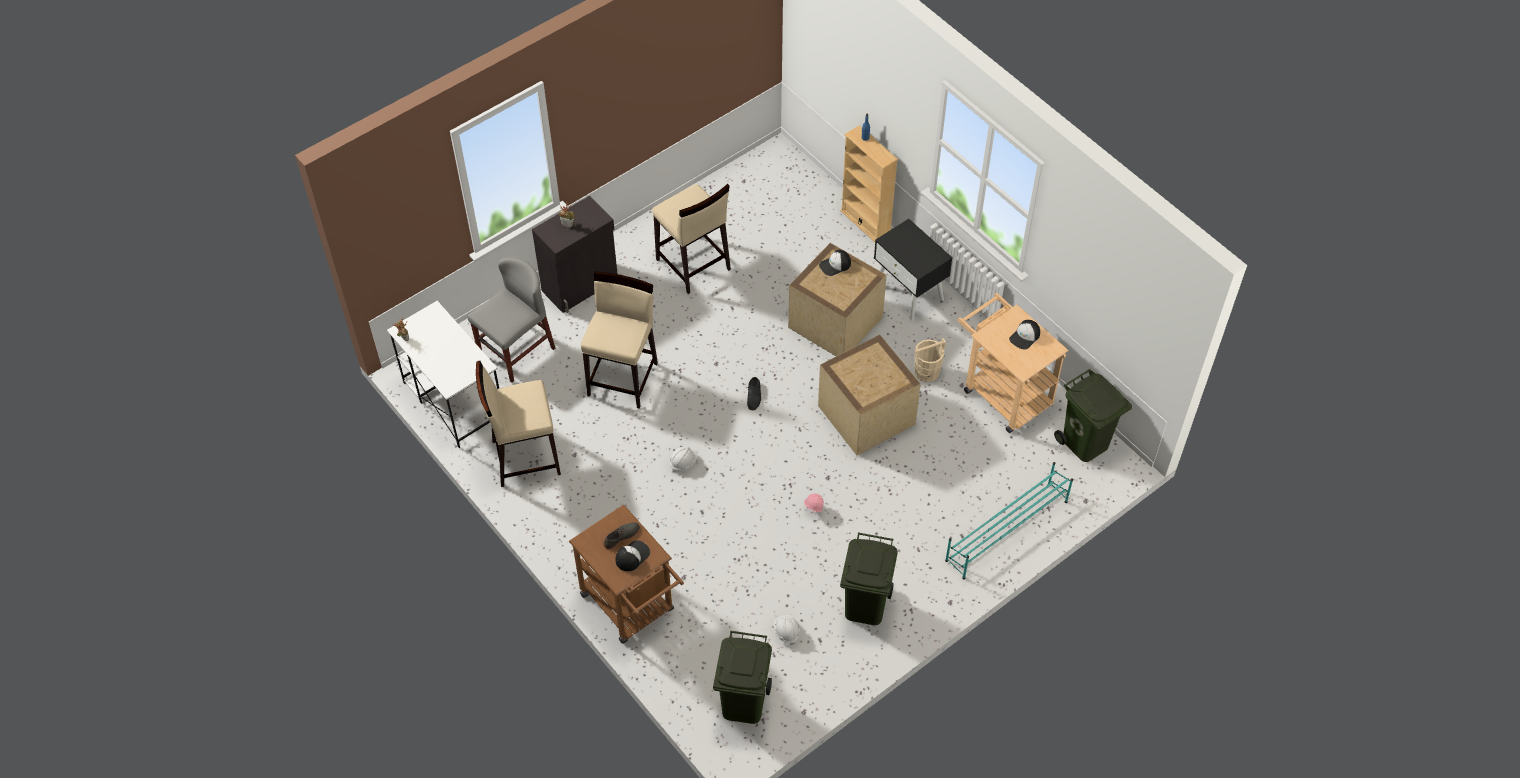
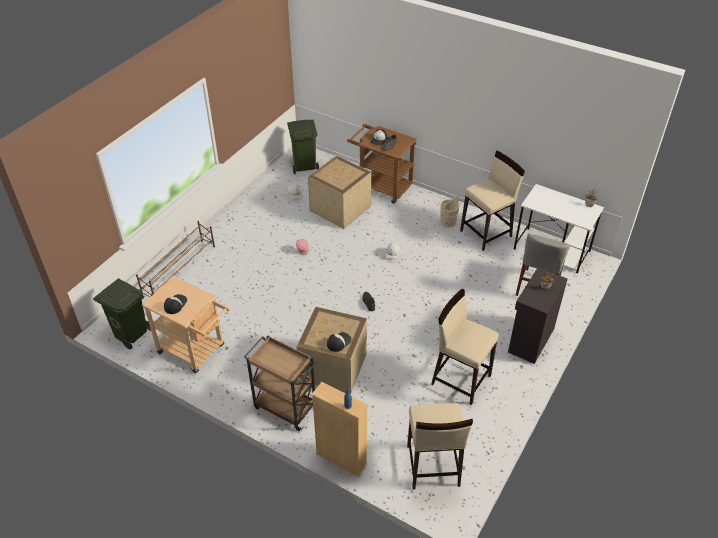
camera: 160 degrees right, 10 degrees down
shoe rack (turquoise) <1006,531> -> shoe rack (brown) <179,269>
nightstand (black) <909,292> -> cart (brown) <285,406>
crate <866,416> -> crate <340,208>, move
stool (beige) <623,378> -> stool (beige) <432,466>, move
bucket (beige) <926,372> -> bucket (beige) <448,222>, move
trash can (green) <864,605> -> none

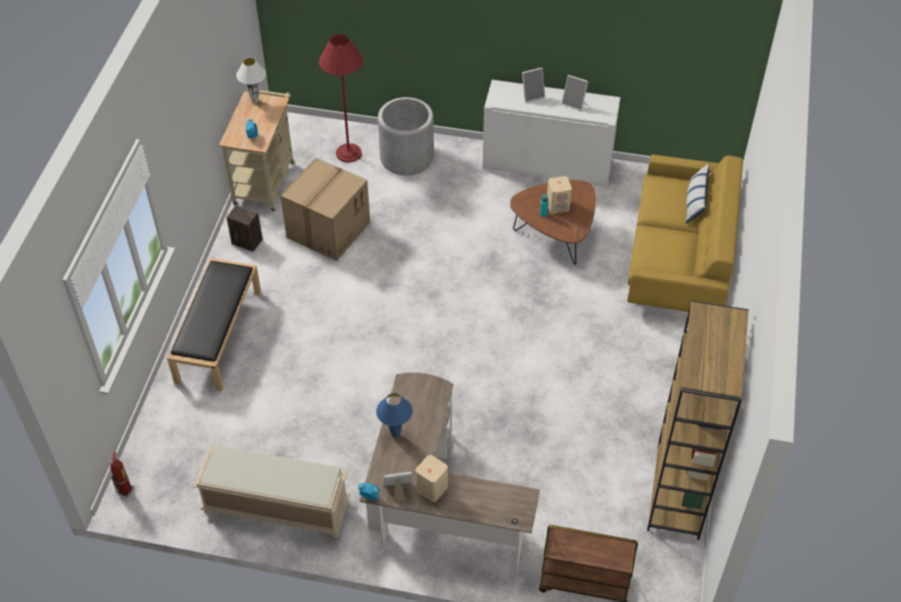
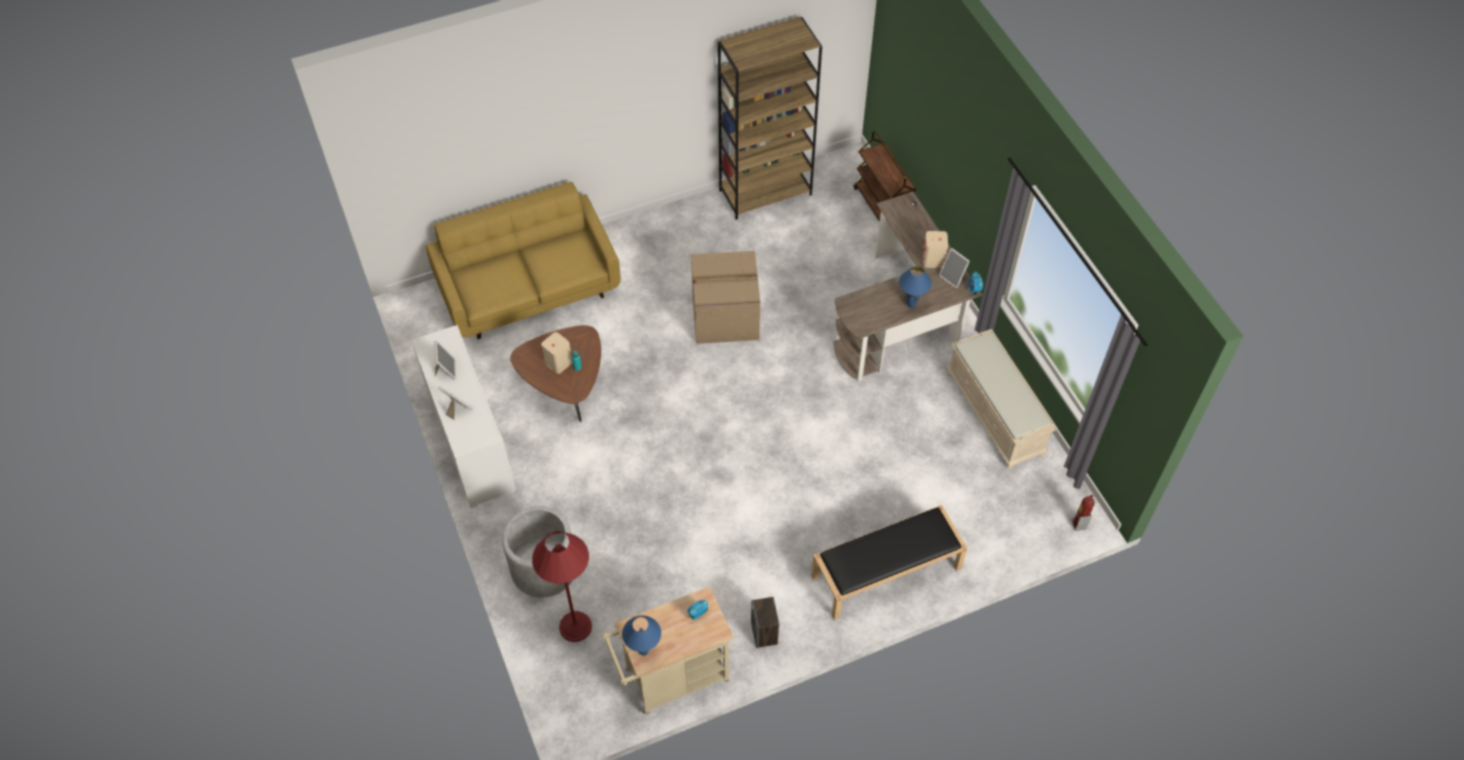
camera: 125 degrees left, 5 degrees up
table lamp (white) <255,101> -> table lamp (blue) <644,652>
cardboard box <328,229> -> cardboard box <724,317>, move
pillow <695,202> -> none

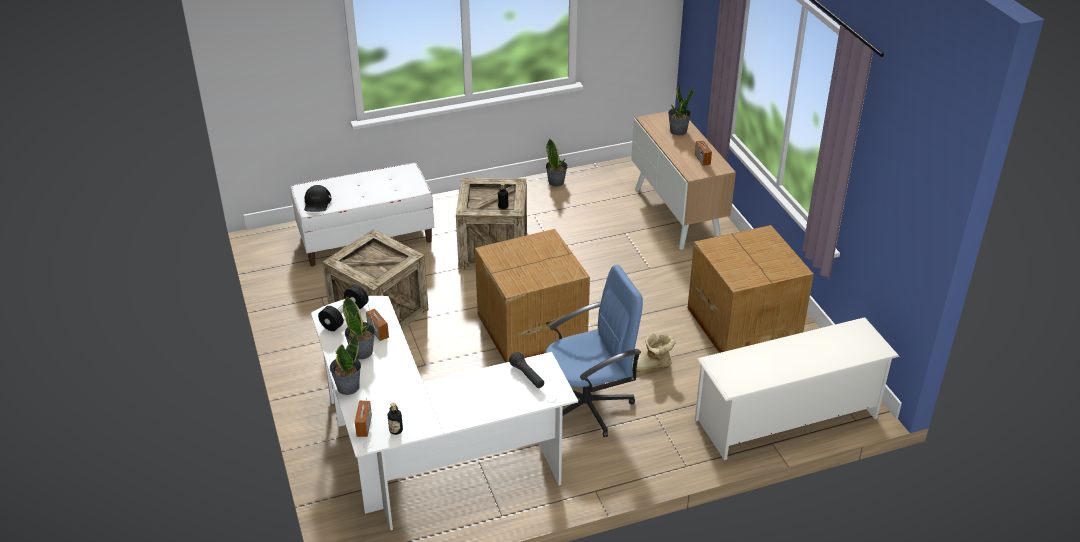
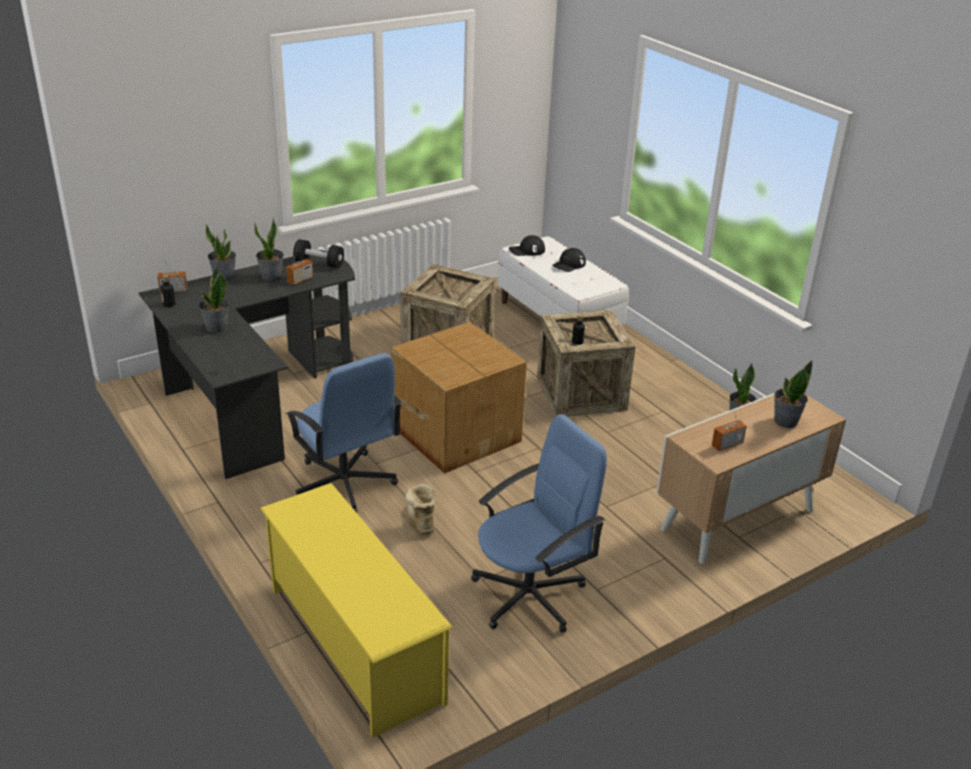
camera: 75 degrees right, 5 degrees down
desk (white) <422,459> -> desk (black) <253,397>
none -> potted plant <216,327>
shoe rack (white) <787,418> -> shoe rack (yellow) <353,643>
cardboard box <744,323> -> office chair (blue) <530,595>
none -> cap (black) <569,264>
flashlight (black) <527,376> -> none

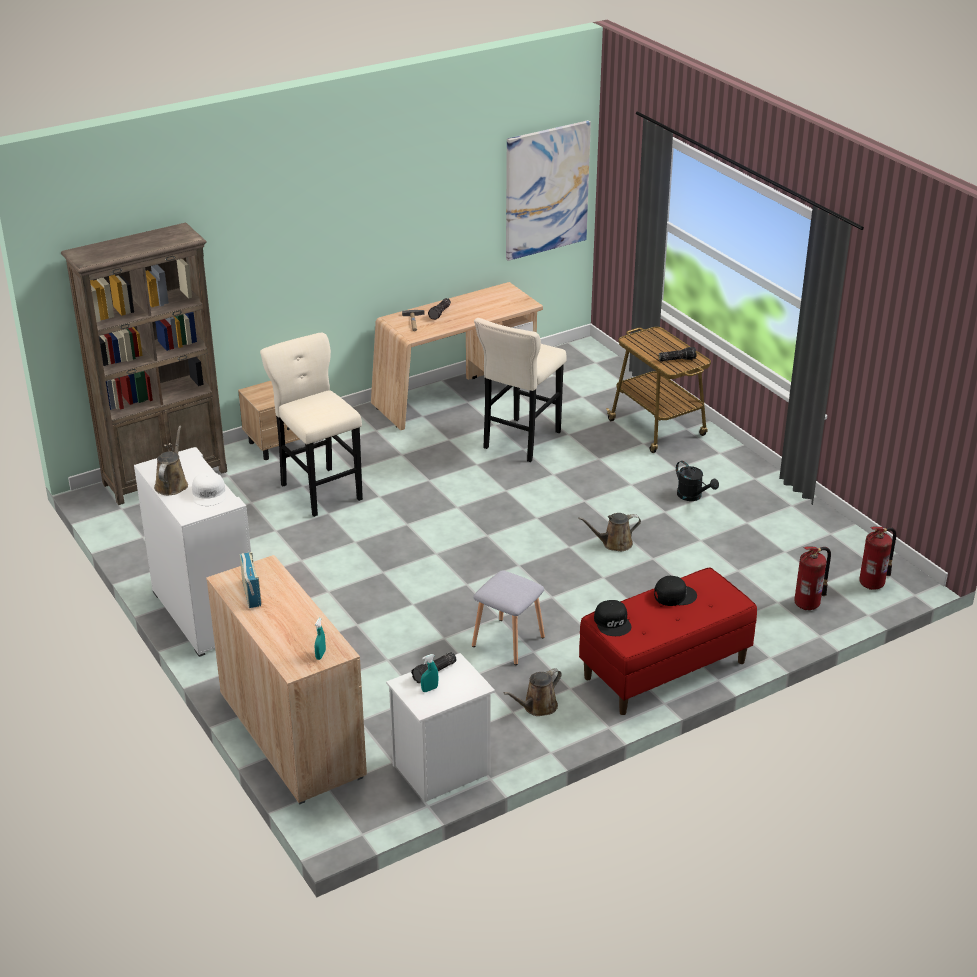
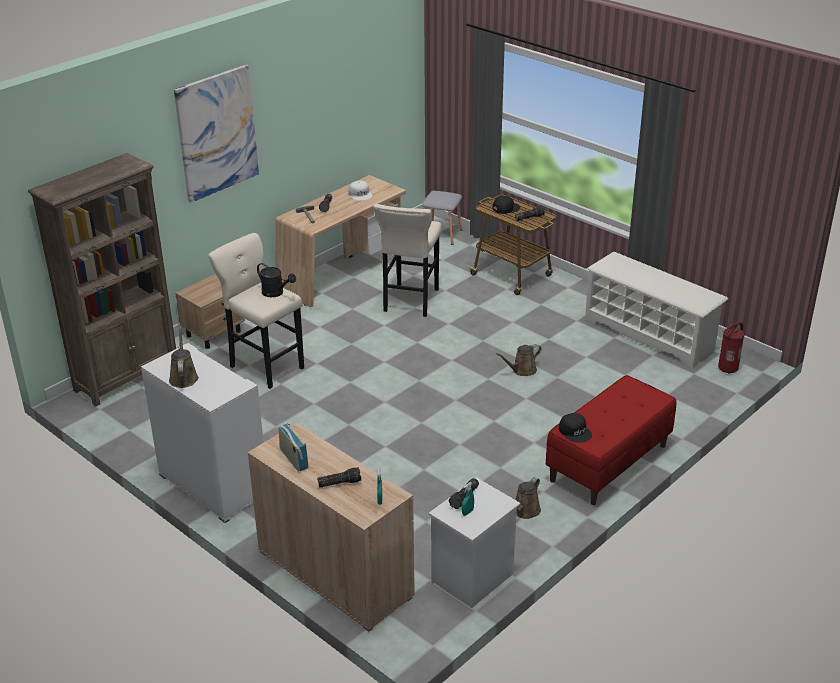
camera: 15 degrees left, 0 degrees up
picture <546,190> -> picture <217,133>, move
watering can (black) <693,496> -> watering can (black) <276,293>, move
none -> flashlight <339,482>
cap (white) <209,494> -> cap (white) <360,194>, move
stool (grey) <509,641> -> stool (grey) <442,235>, move
cap (black) <674,595> -> cap (black) <505,208>, move
none -> shoe rack (white) <649,334>
fire extinguisher <808,604> -> none

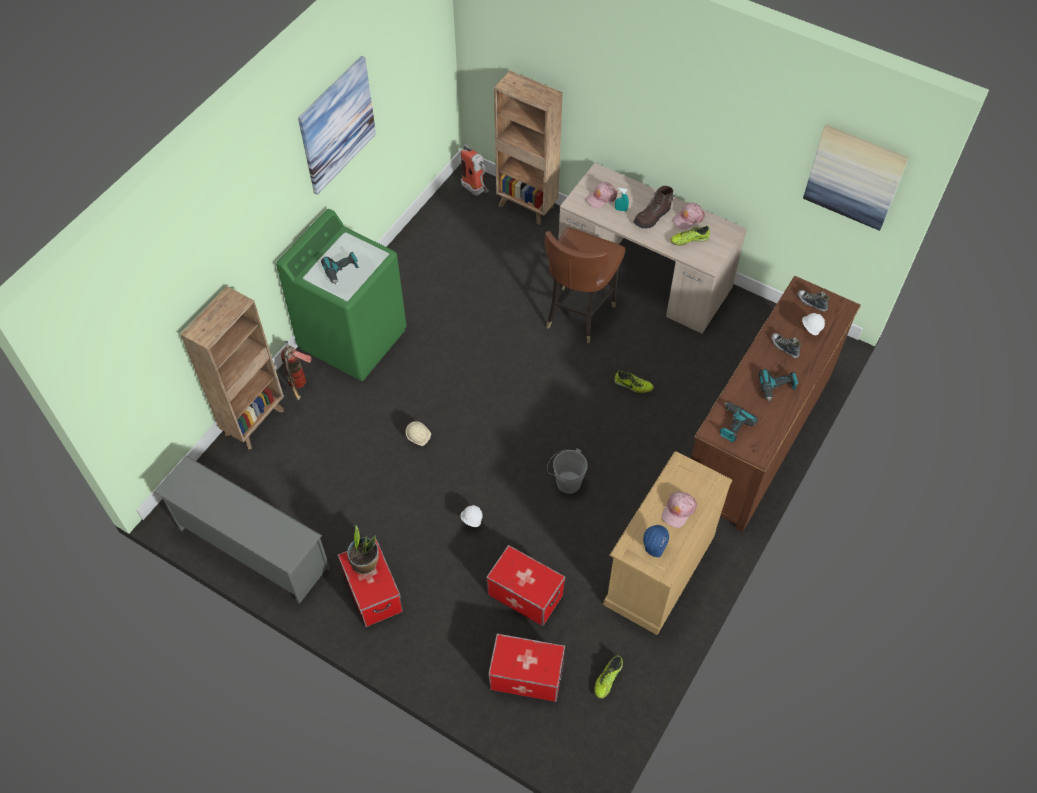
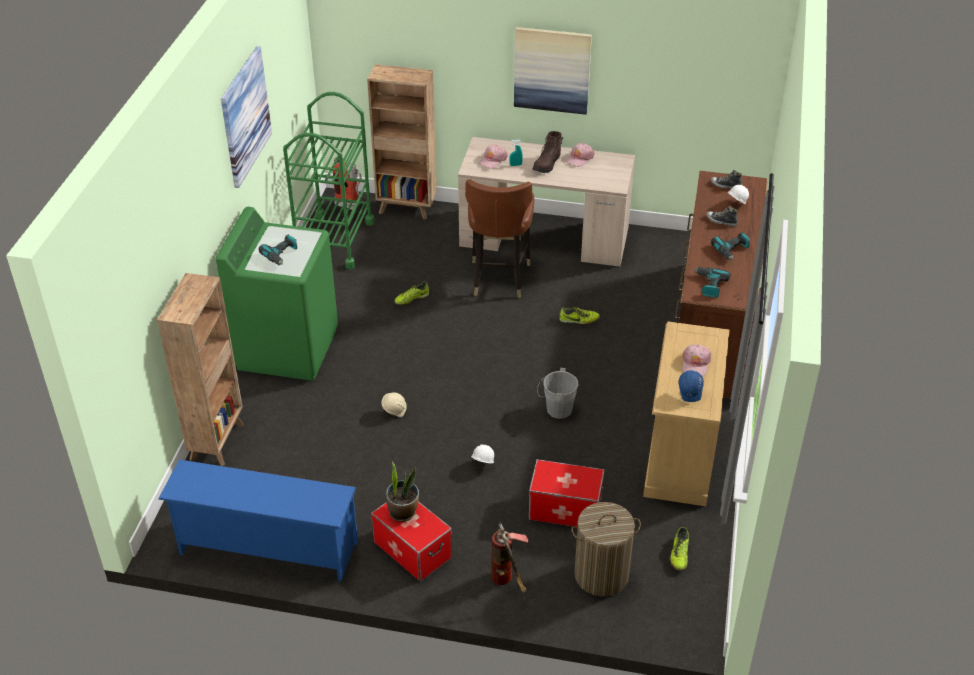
camera: 20 degrees left, 15 degrees down
shoe rack (grey) <251,549> -> shoe rack (blue) <266,549>
none -> cart (green) <334,241>
shoe <689,240> -> shoe <411,299>, move
fire extinguisher <300,387> -> fire extinguisher <508,581>, move
picture <854,176> -> picture <552,70>, move
storage box <526,676> -> laundry basket <601,575>

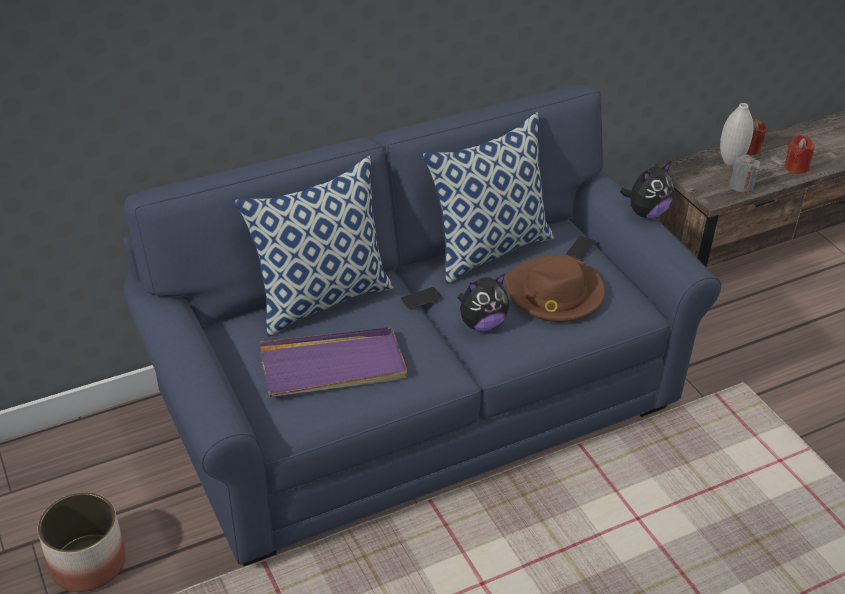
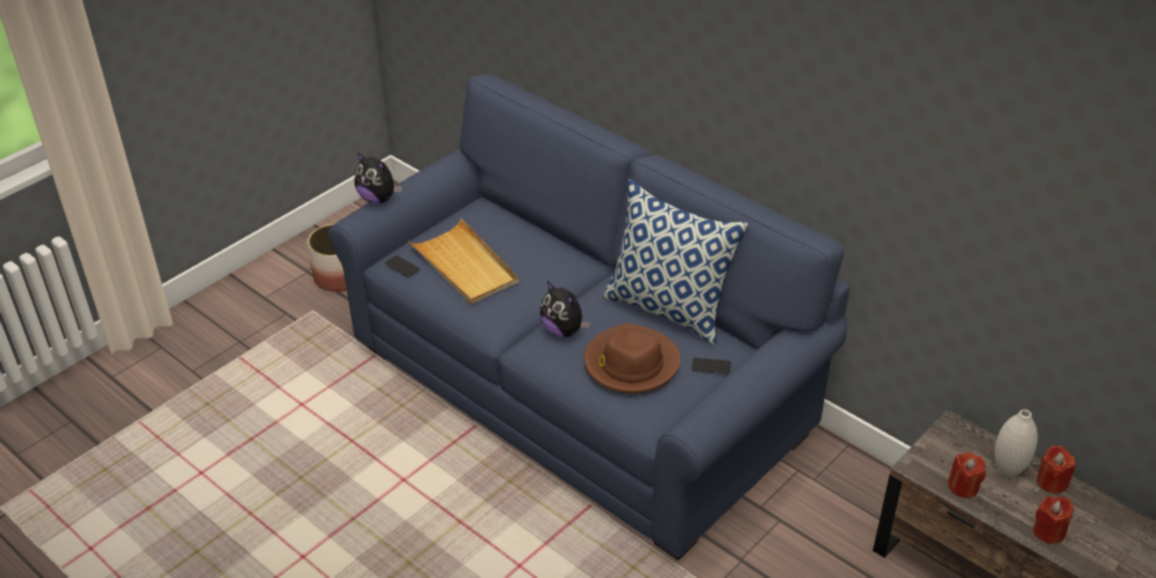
camera: 70 degrees right, 0 degrees up
plush toy <646,213> -> plush toy <378,199>, move
phone <421,299> -> phone <402,267>, move
tray (purple) <333,366> -> tray (beige) <465,266>
candle (grey) <741,186> -> candle (red) <963,487>
pillow <321,298> -> none

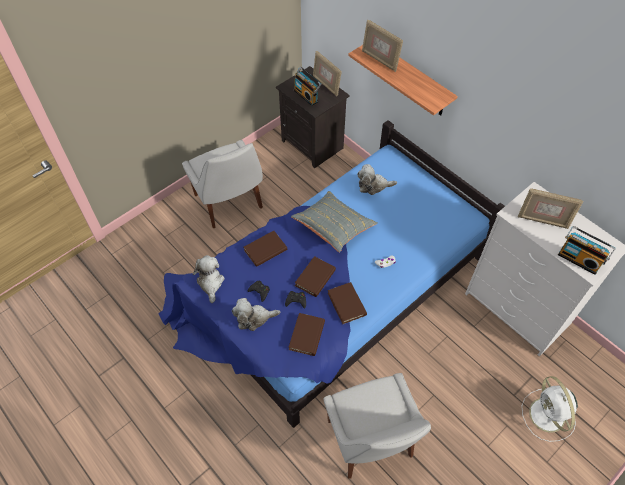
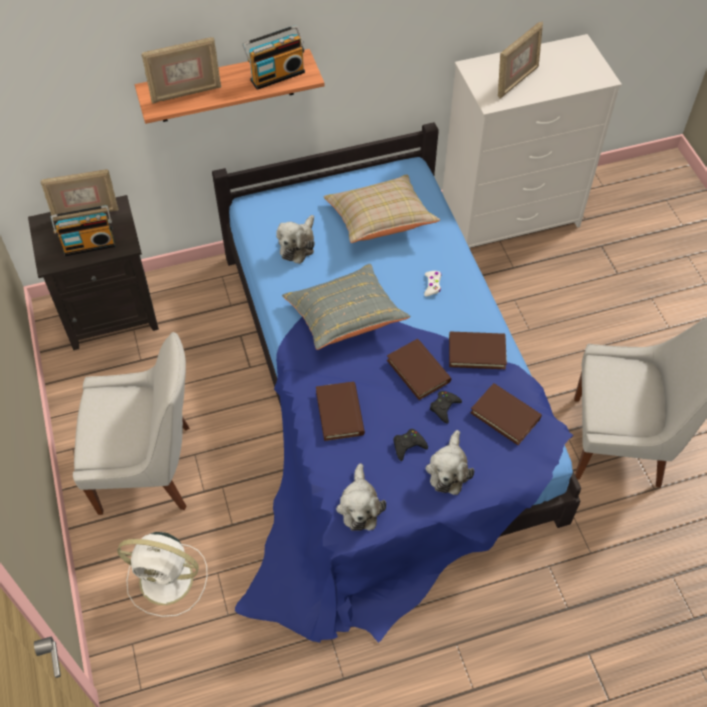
camera: 65 degrees left, 0 degrees up
fan (white) <547,416> -> fan (white) <169,579>, move
radio <579,259> -> radio <276,75>, move
none -> pillow (beige) <380,221>
plush toy <210,282> -> plush toy <359,505>, 105 degrees counterclockwise

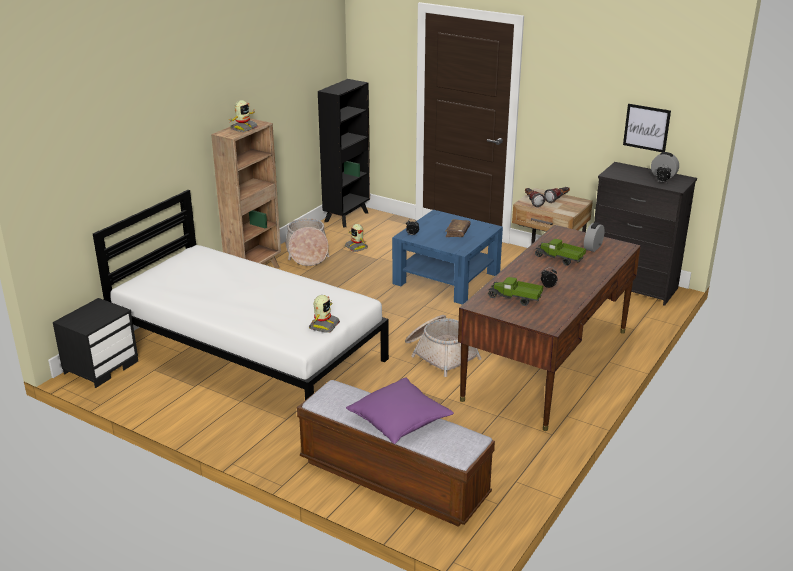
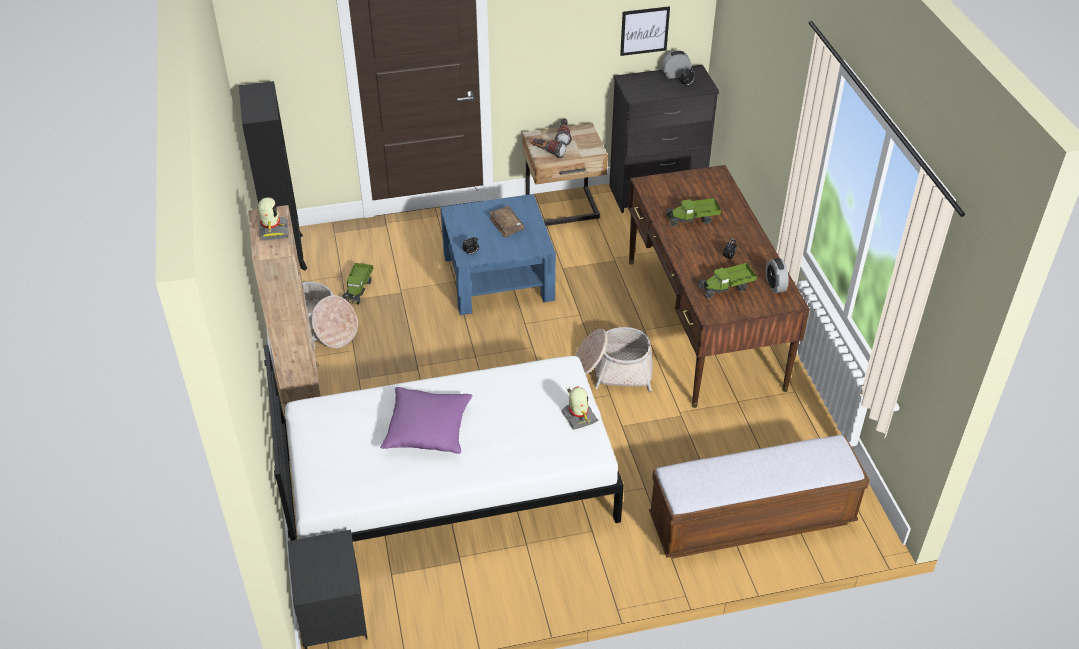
camera: 45 degrees left, 15 degrees up
toy robot <357,247> -> toy truck <358,289>
pillow (purple) <399,421> -> pillow (purple) <428,430>, move
alarm clock <593,247> -> alarm clock <775,285>, move

